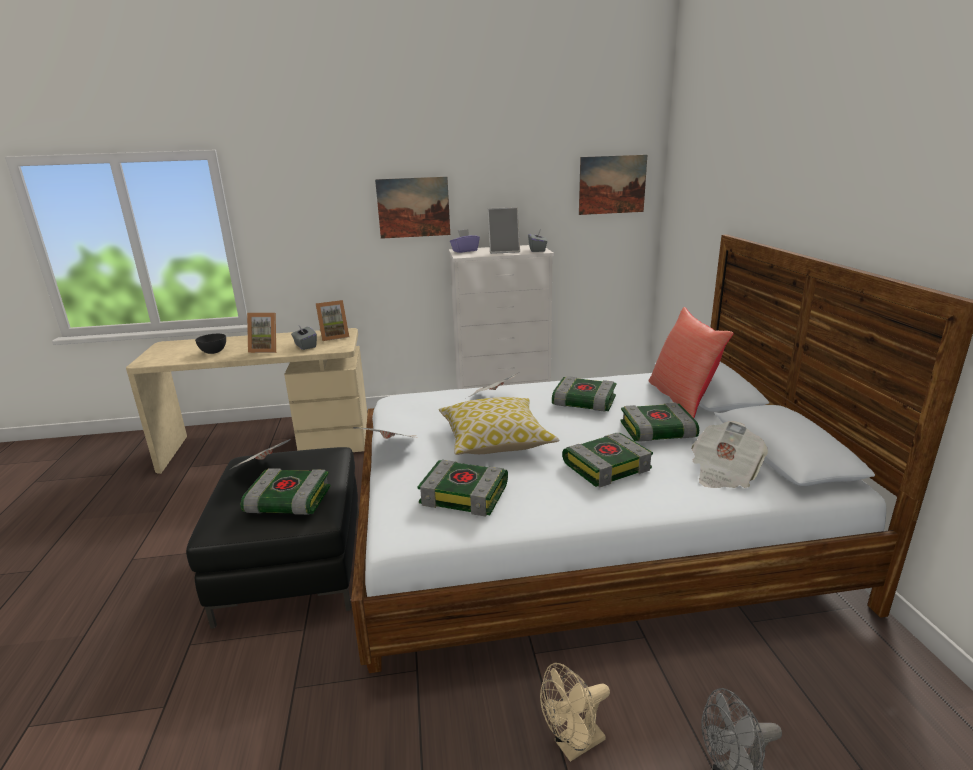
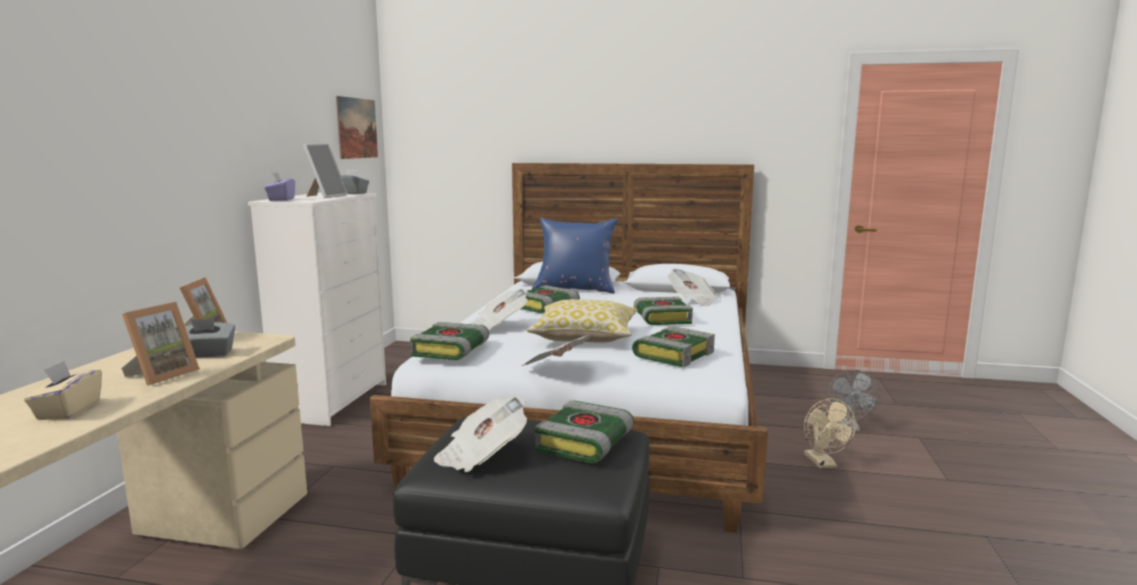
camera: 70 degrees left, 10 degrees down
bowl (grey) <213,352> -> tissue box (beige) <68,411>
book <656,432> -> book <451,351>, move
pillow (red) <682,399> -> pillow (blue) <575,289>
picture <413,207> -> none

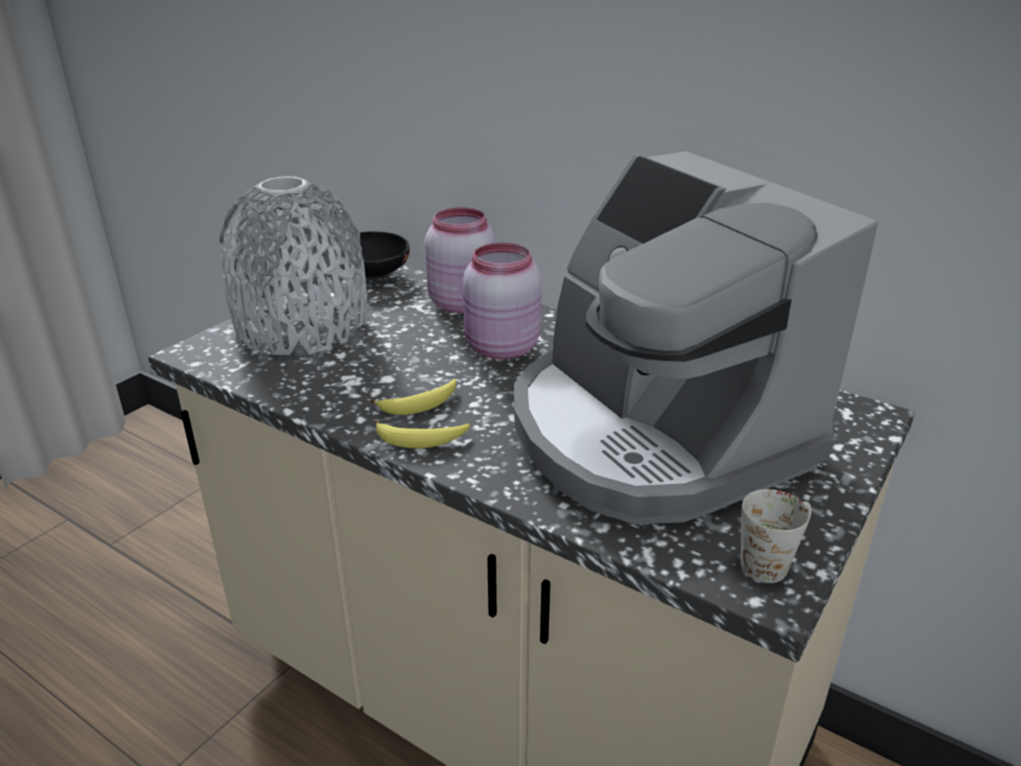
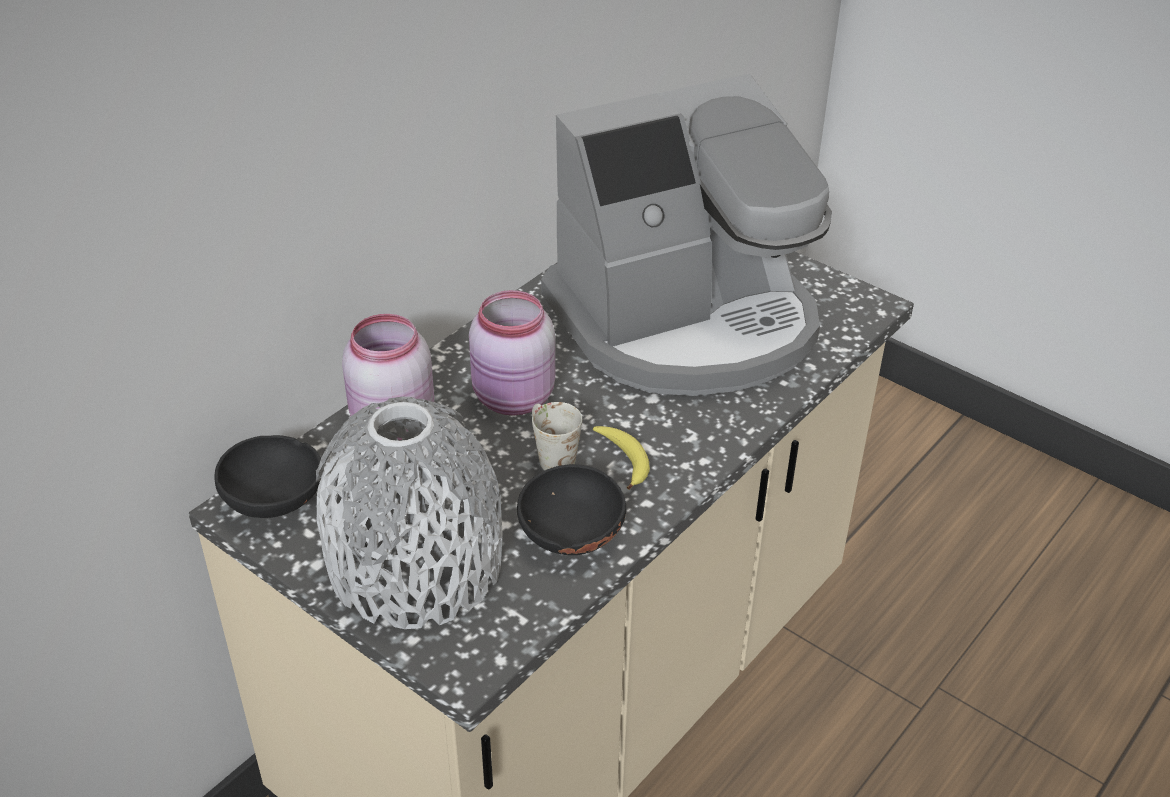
camera: 85 degrees left, 10 degrees up
none -> bowl (black) <569,536>
mug (white) <773,560> -> mug (white) <550,455>, move
banana <421,440> -> none

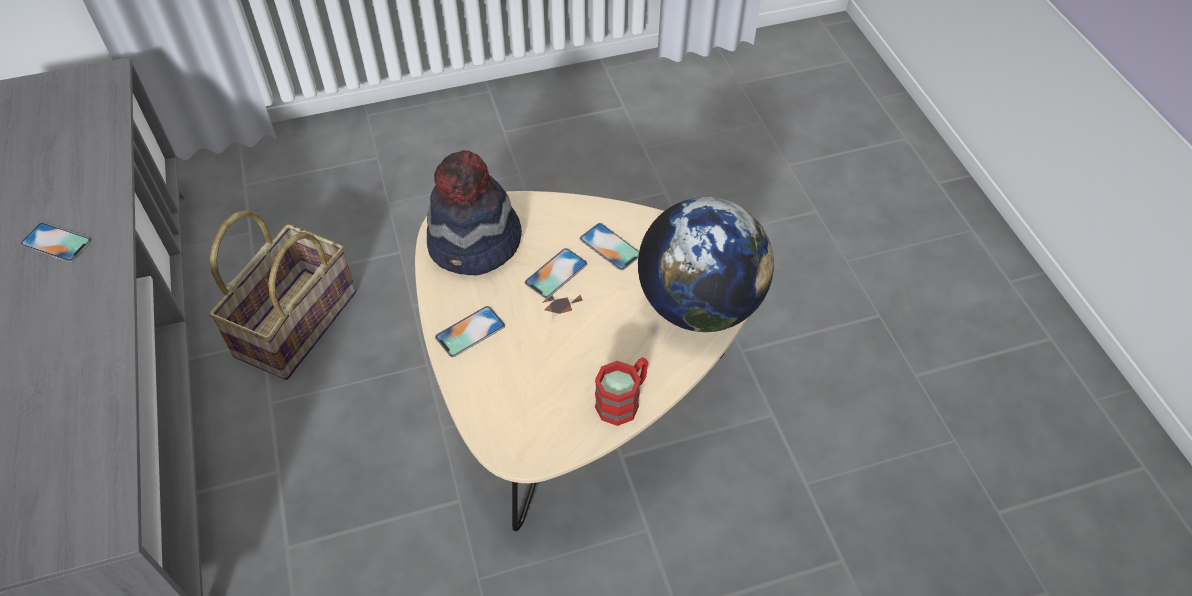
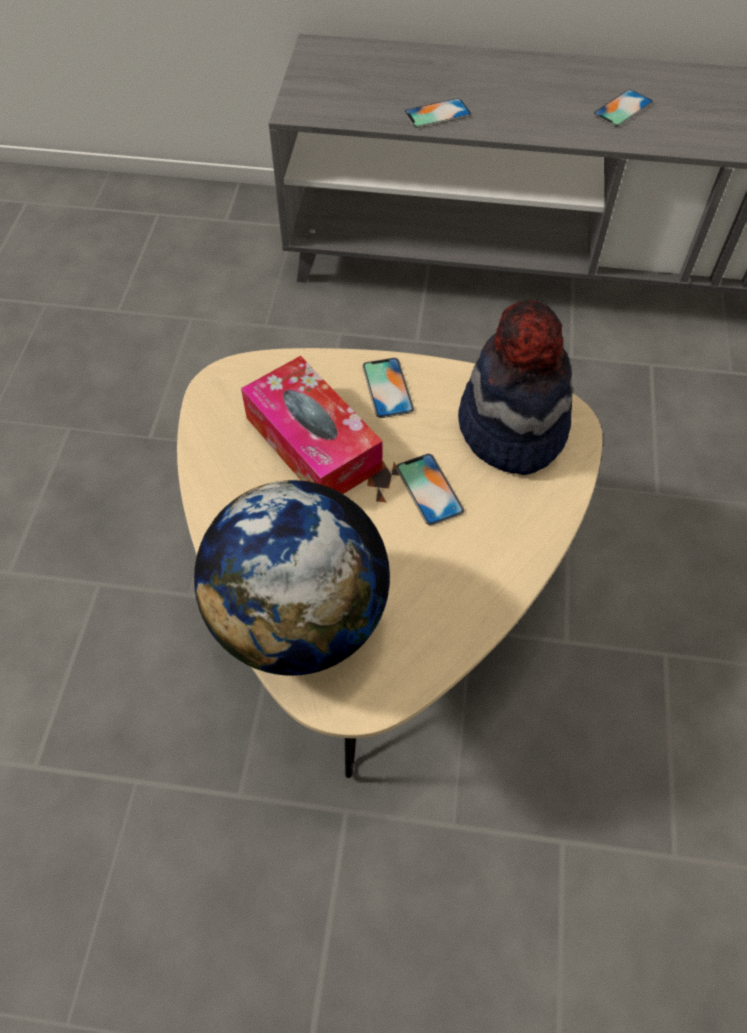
camera: 115 degrees right, 5 degrees up
none -> tissue box <313,443>
phone <610,247> -> phone <437,114>, move
basket <295,323> -> none
mug (red) <623,400> -> none

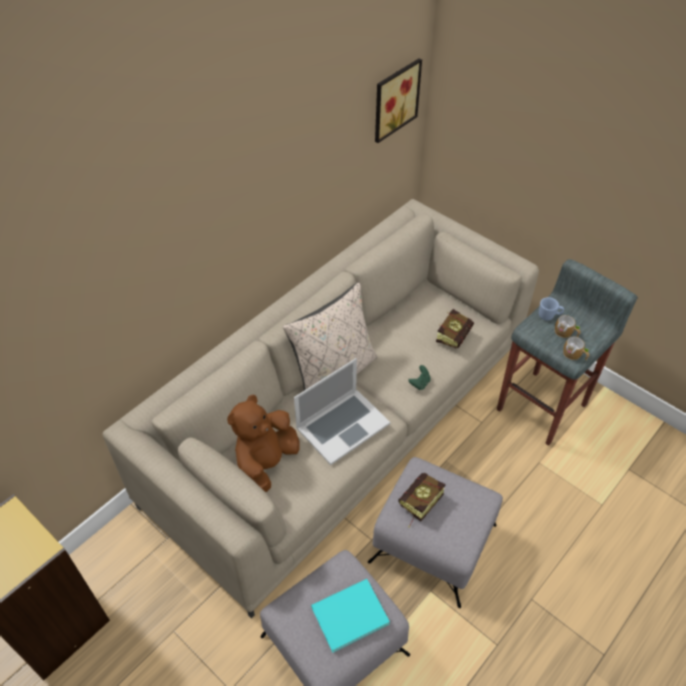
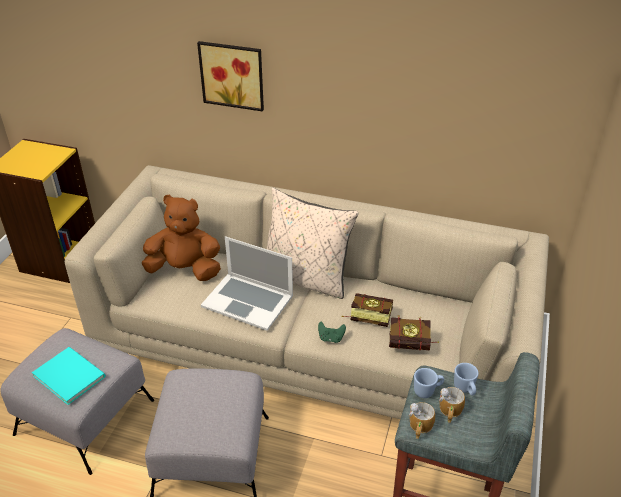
camera: 65 degrees right, 10 degrees down
picture <394,99> -> picture <233,74>, move
book <418,505> -> book <366,316>, move
none -> mug (blue) <427,391>

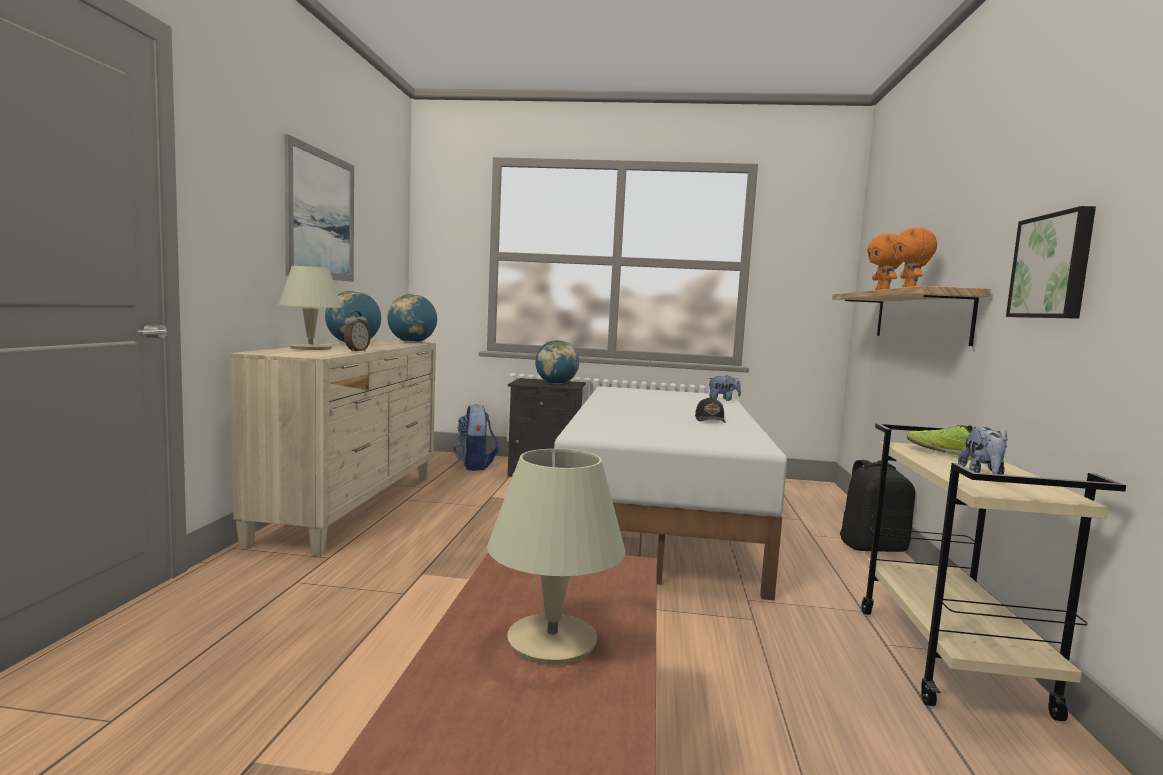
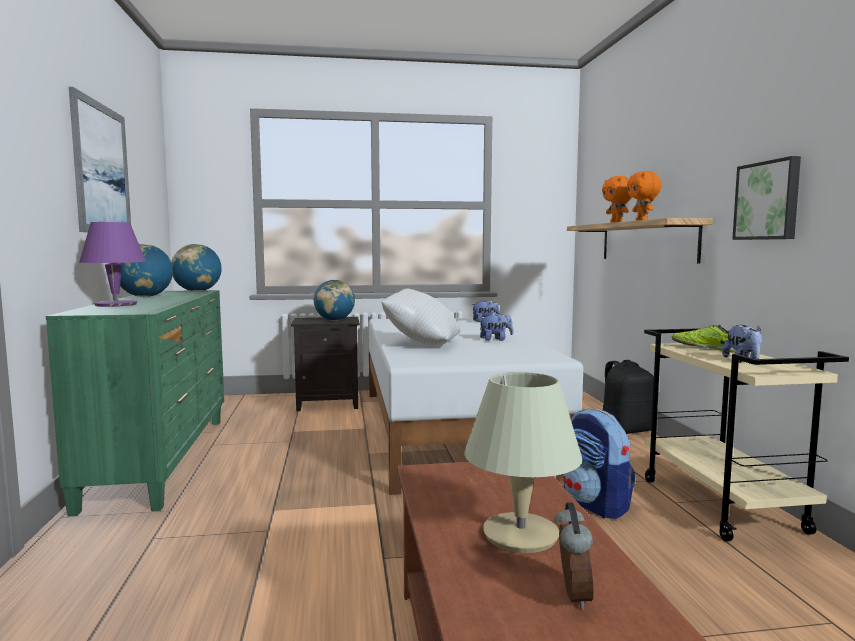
camera: 15 degrees left, 0 degrees up
dresser (beige) <352,506> -> dresser (green) <162,459>
table lamp (beige) <311,348> -> table lamp (purple) <116,304>
none -> pillow (white) <421,344>
cap (black) <711,420> -> plush toy <495,339>
alarm clock <356,351> -> alarm clock <571,596>, move
backpack <475,465> -> backpack <595,505>, move

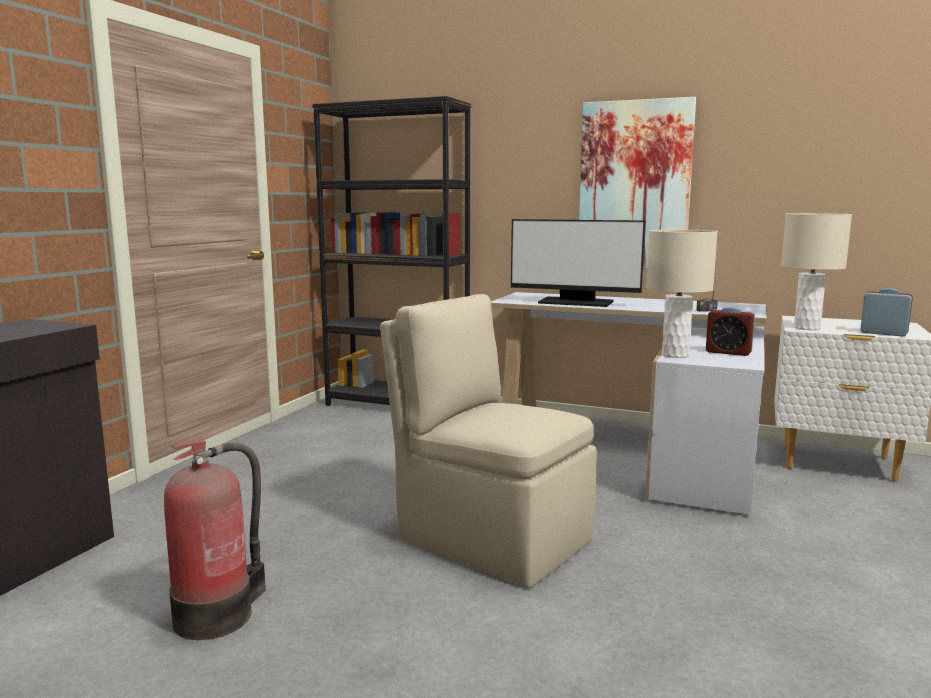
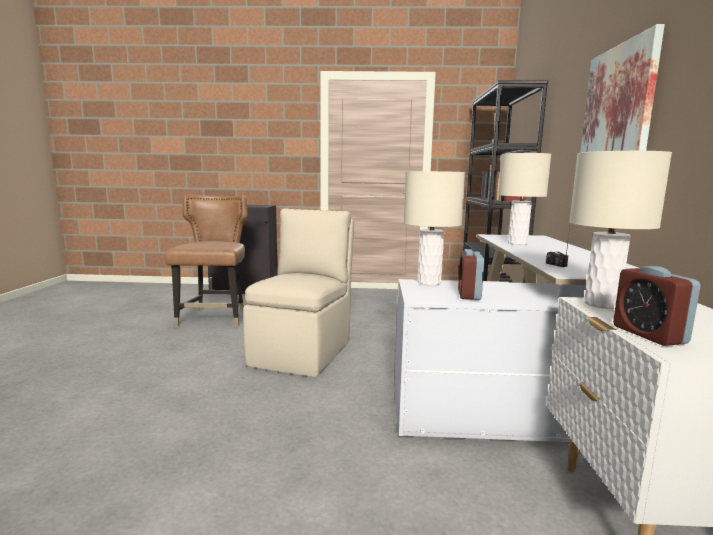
camera: 70 degrees right, 0 degrees up
fire extinguisher <218,614> -> chair (brown) <214,318>
monitor <575,302> -> table lamp (beige) <518,243>
alarm clock <883,333> -> alarm clock <648,335>, 150 degrees clockwise

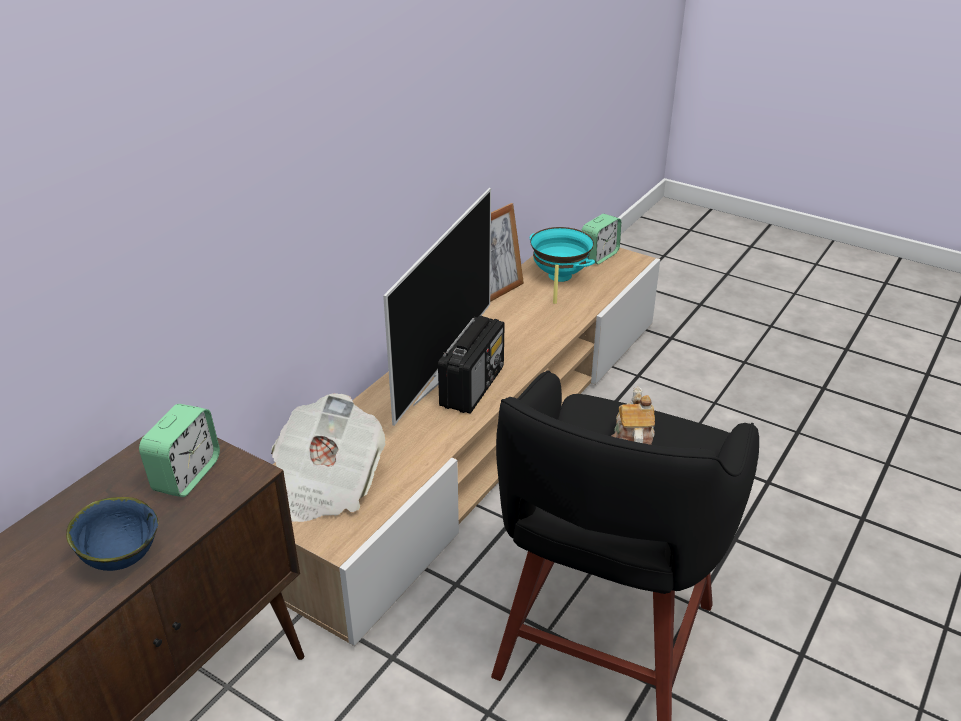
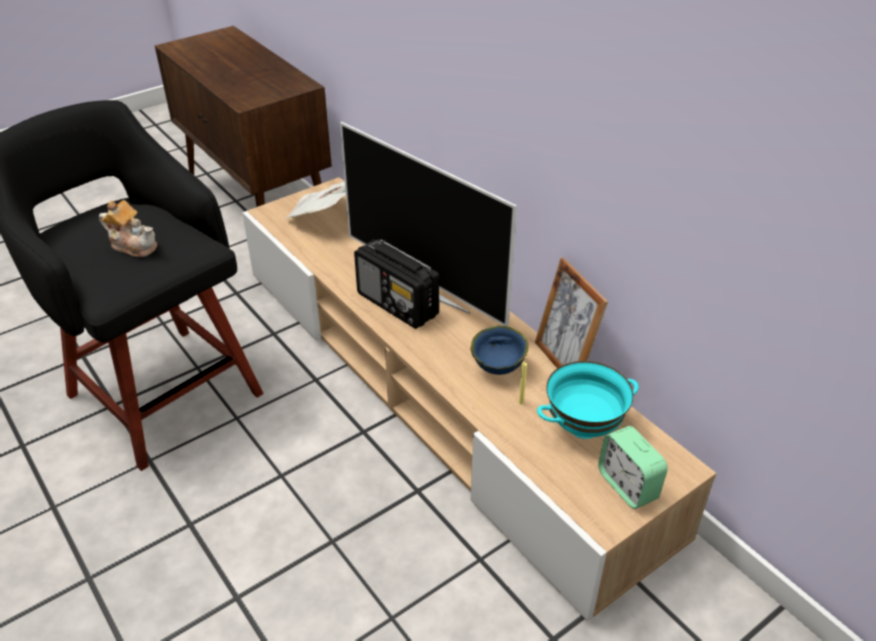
camera: 110 degrees right, 5 degrees up
bowl (blue) <121,558> -> bowl (blue) <499,368>, move
alarm clock <187,475> -> none

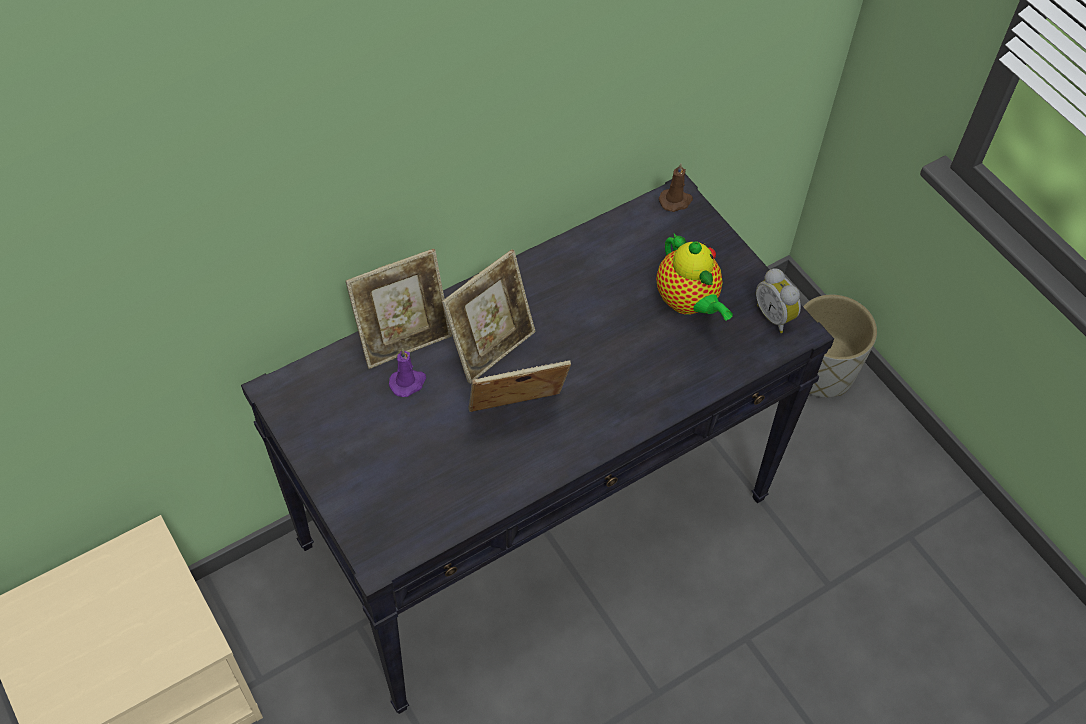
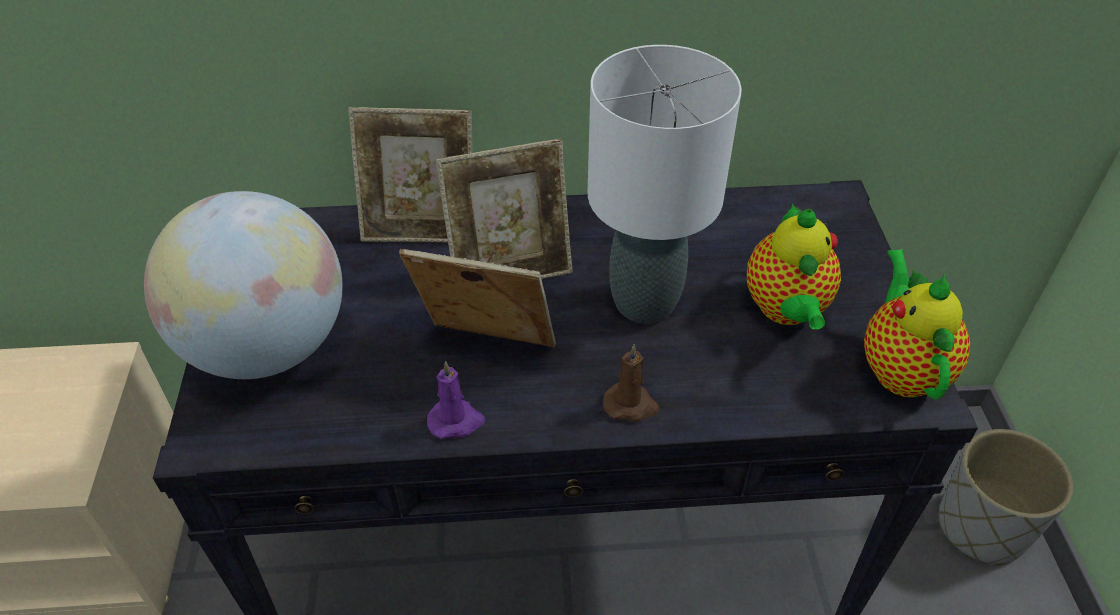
camera: 30 degrees right, 10 degrees down
none -> globe <268,347>
candle (purple) <408,382> -> candle (purple) <456,421>, move
none -> table lamp (white) <646,302>
candle (brown) <676,201> -> candle (brown) <631,405>, move
alarm clock <775,316> -> teapot <901,368>

